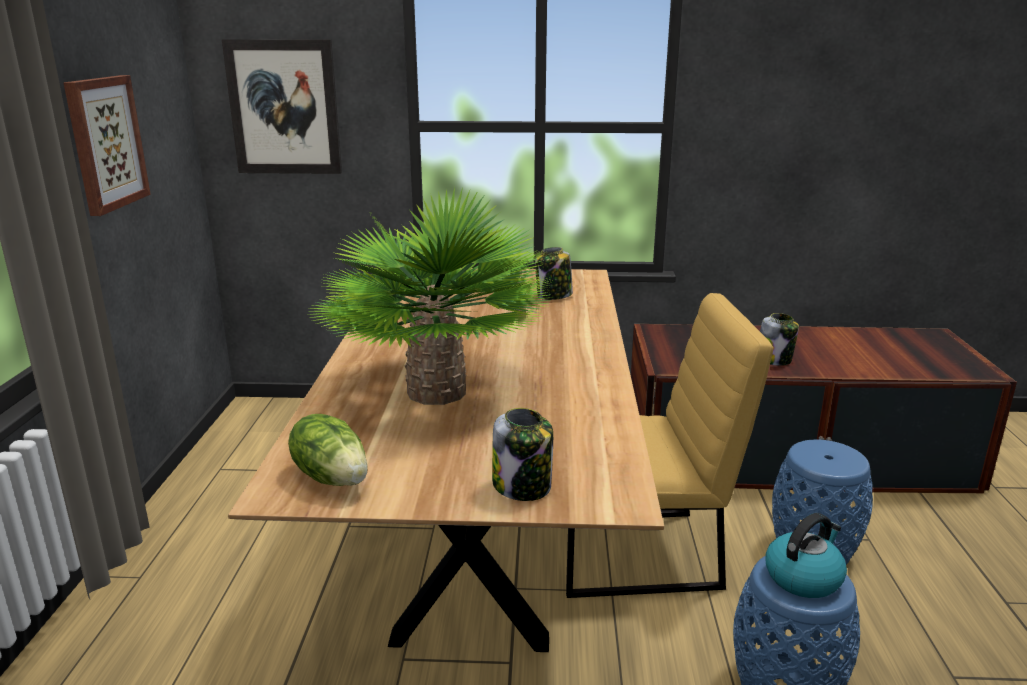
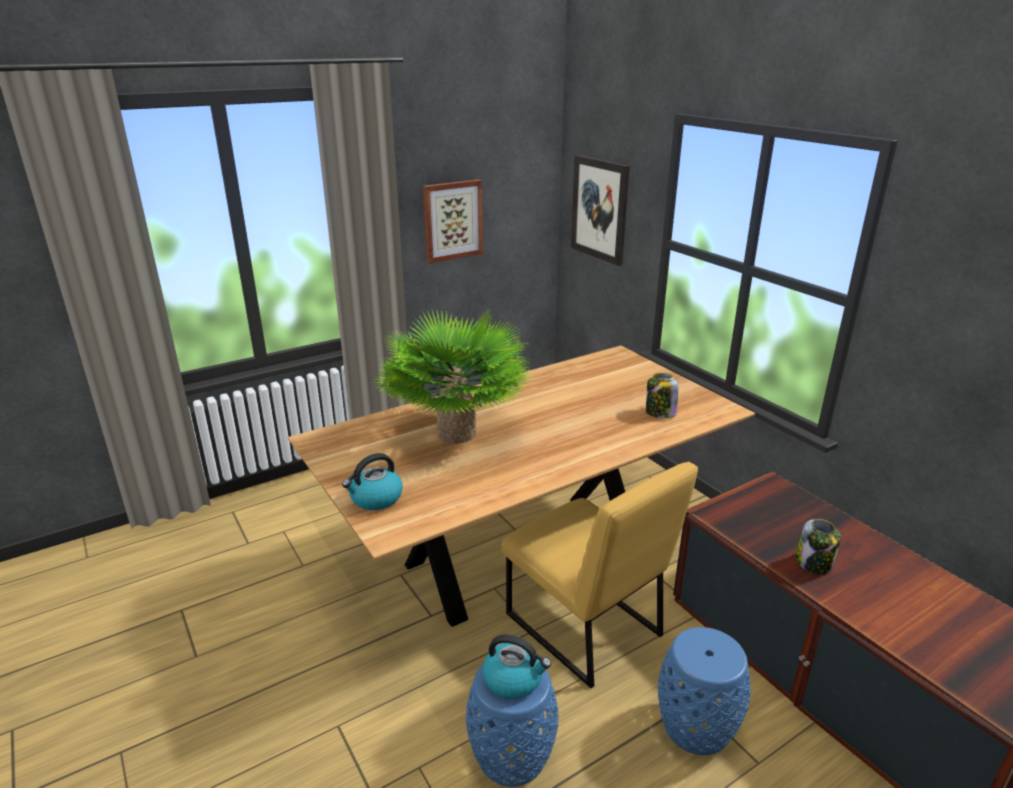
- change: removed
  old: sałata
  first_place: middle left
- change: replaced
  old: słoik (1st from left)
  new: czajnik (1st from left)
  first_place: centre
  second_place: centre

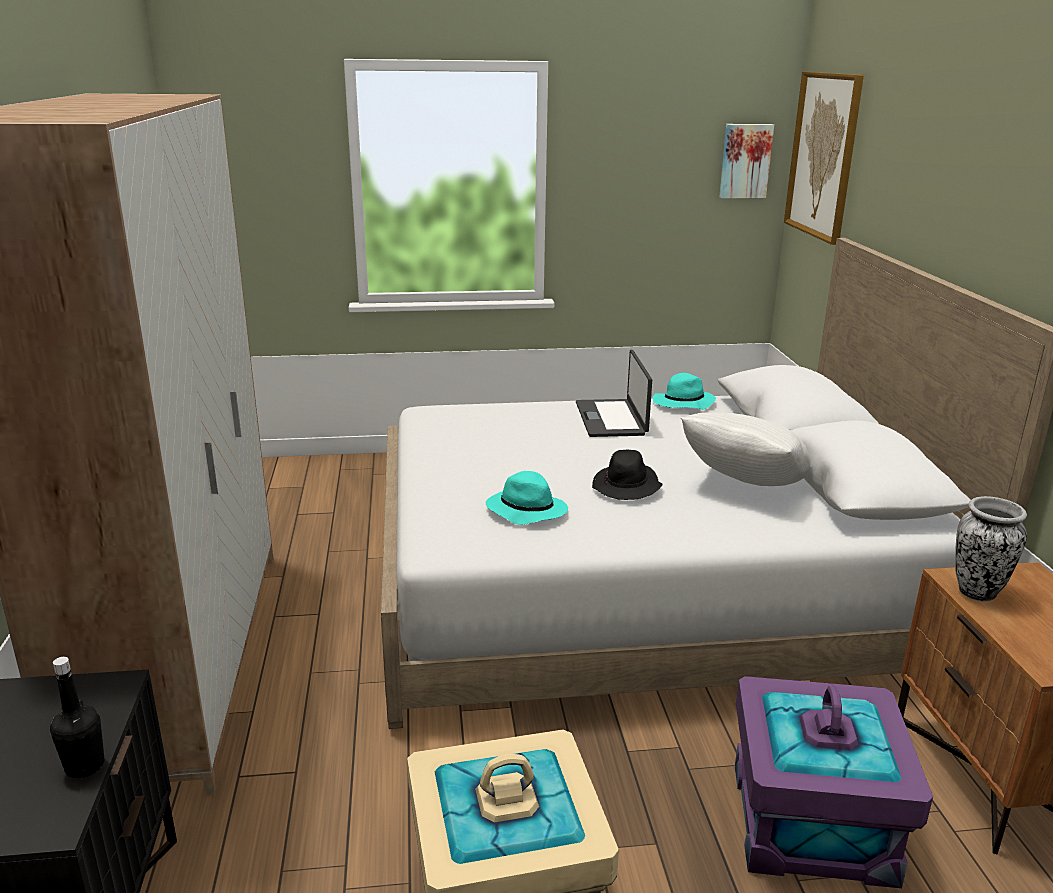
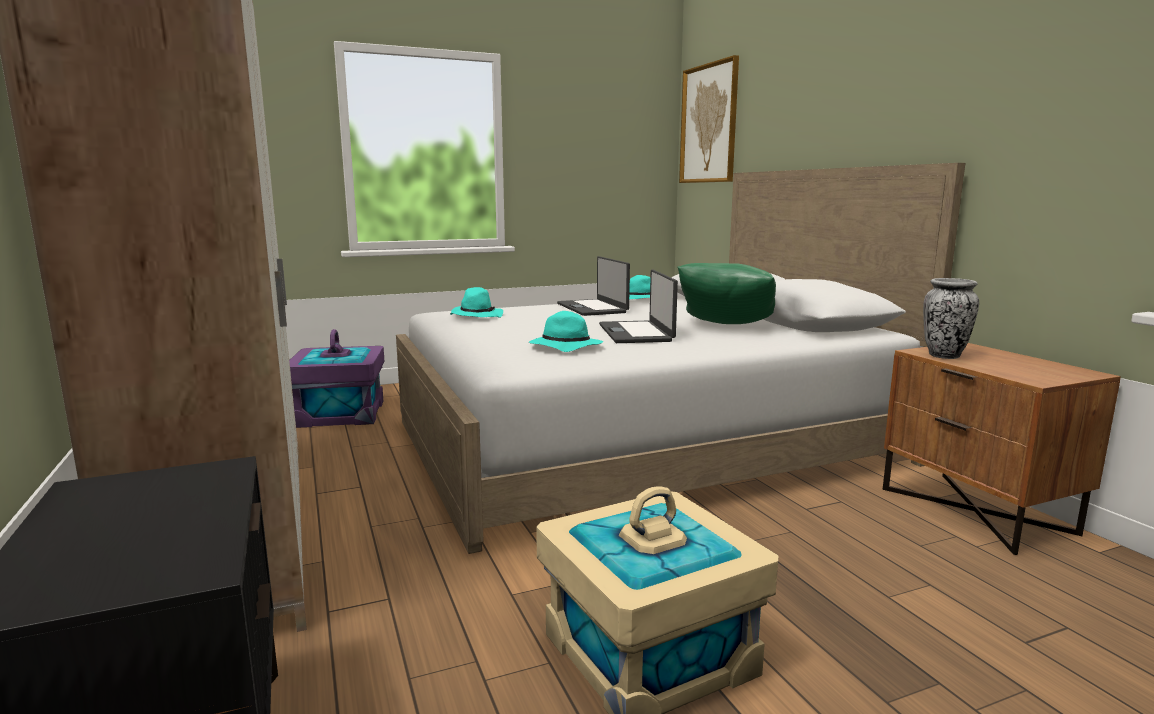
- change: removed
  old: butelka (czarny)
  first_place: bottom left
- change: replaced
  old: kapelusz (czarny)
  new: laptop (2nd from left)
  first_place: centre
  second_place: centre
- change: recoloured
  old: poduszka (biały)
  new: poduszka (zielony)
  first_place: middle right
  second_place: centre
- change: removed
  old: obraz (1st from left)
  first_place: top right
- change: moved
  old: pojemnik do przechowywania (fioletowy)
  first_place: bottom right
  second_place: middle left
- change: added
  new: kapelusz (turkusowy) (1st from left)
  second_place: centre

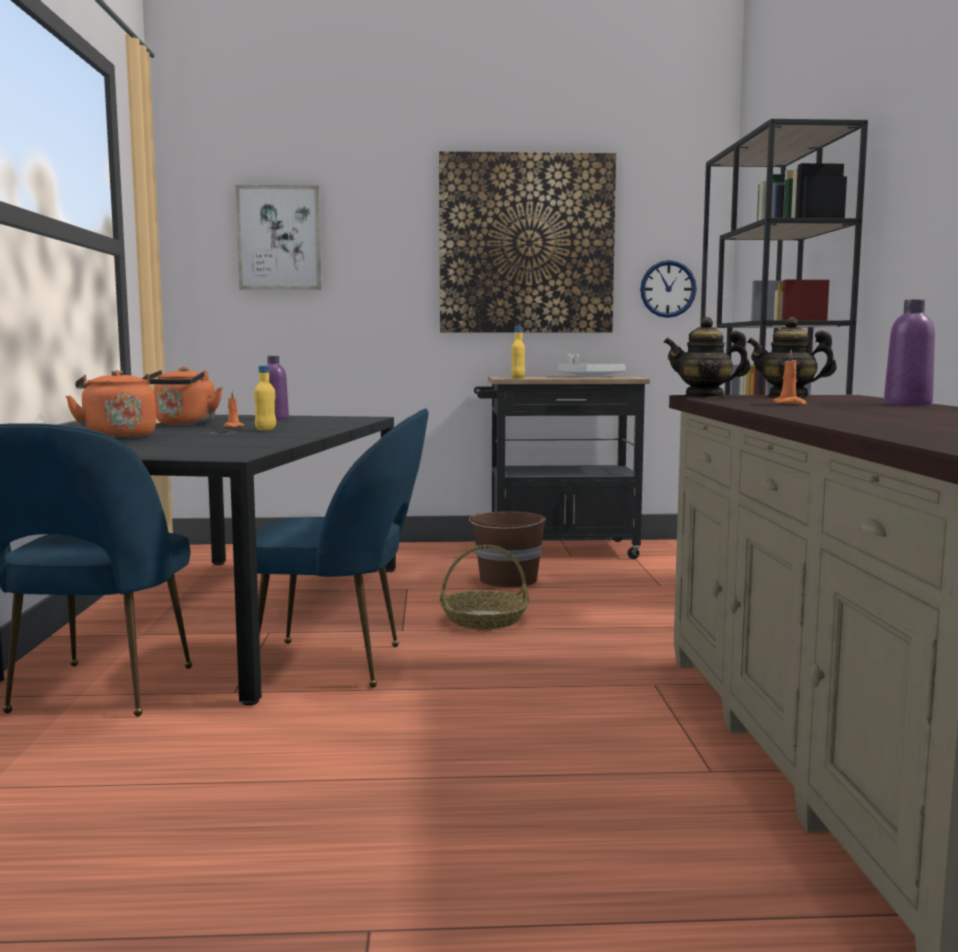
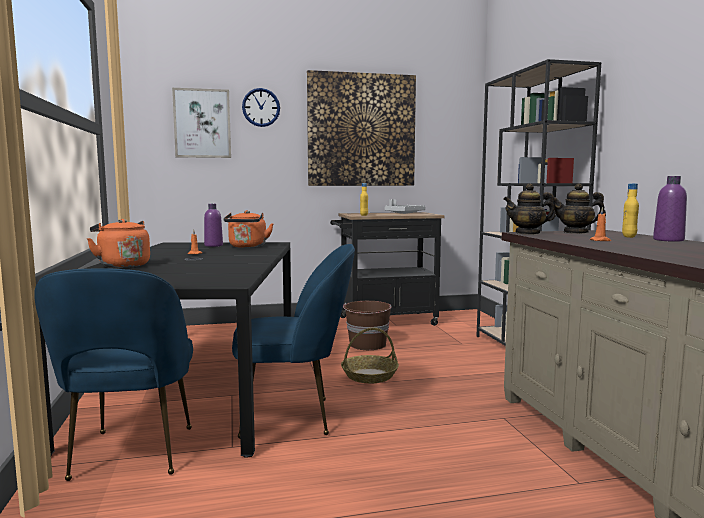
- change: moved
  old: czajnik (pomarańczowy) (2nd from left)
  first_place: middle left
  second_place: centre
- change: moved
  old: butelka (żółty) (1st from left in the first image)
  new: butelka (żółty) (2nd from left)
  first_place: middle left
  second_place: middle right
- change: moved
  old: zegar ścienny
  first_place: top right
  second_place: top centre

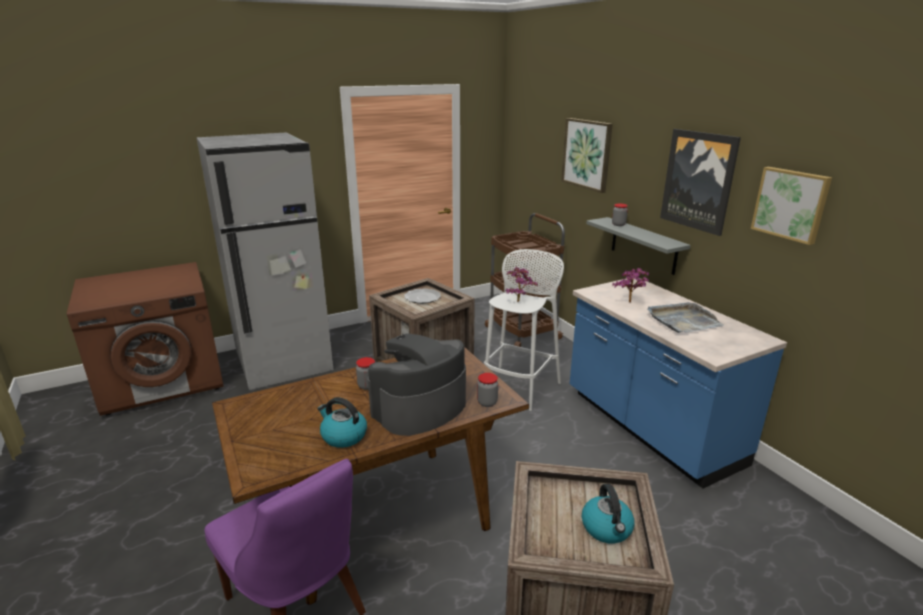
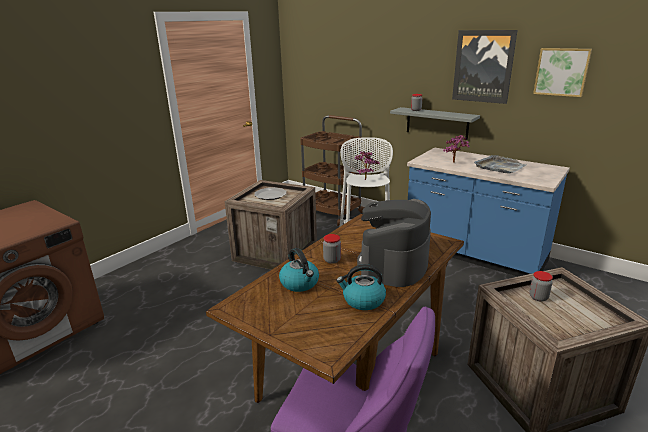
- change: removed
  old: lodówka (szary)
  first_place: middle left
- change: moved
  old: słoik (2nd from left in the first image)
  new: słoik (3rd from left)
  first_place: centre
  second_place: middle right
- change: removed
  old: obraz (1st from left)
  first_place: top centre
- change: moved
  old: czajnik (2nd from left in the first image)
  new: czajnik (1st from left)
  first_place: bottom centre
  second_place: centre

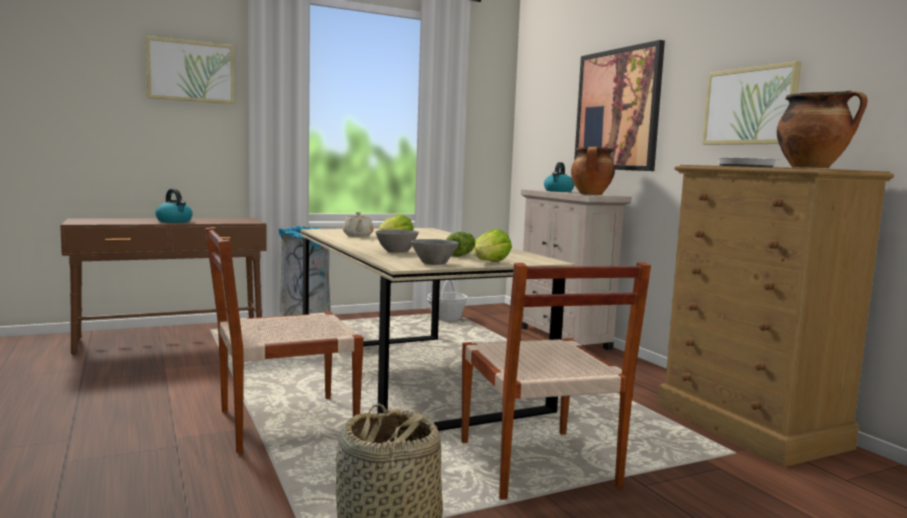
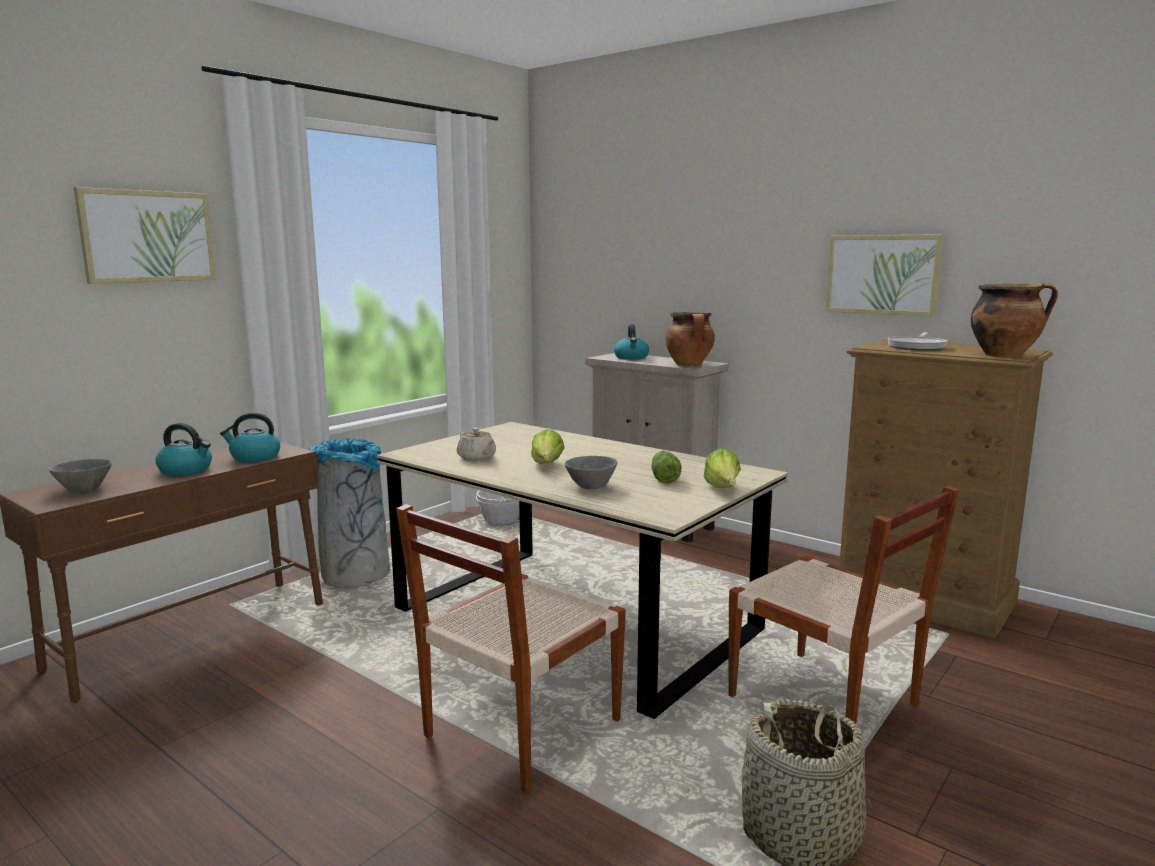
- change: moved
  old: miska (szary) (2nd from left in the first image)
  new: miska (szary) (1st from left)
  first_place: centre
  second_place: middle left
- change: removed
  old: obraz (2nd from left)
  first_place: top right
- change: added
  new: czajnik (2nd from left)
  second_place: middle left

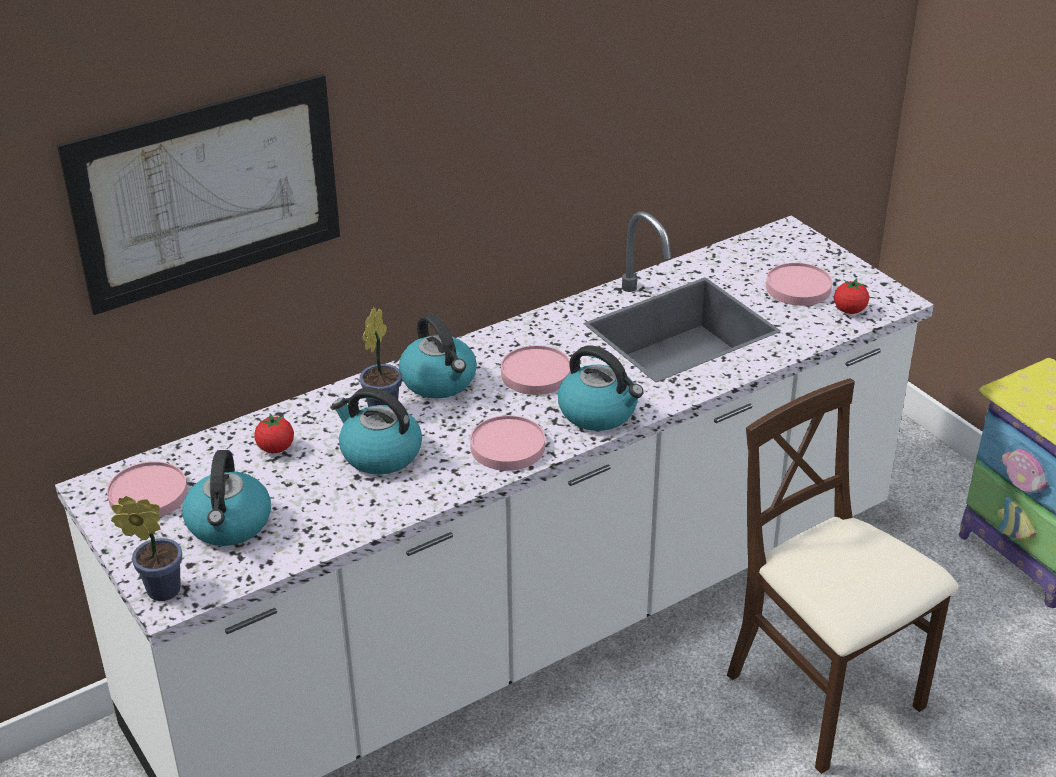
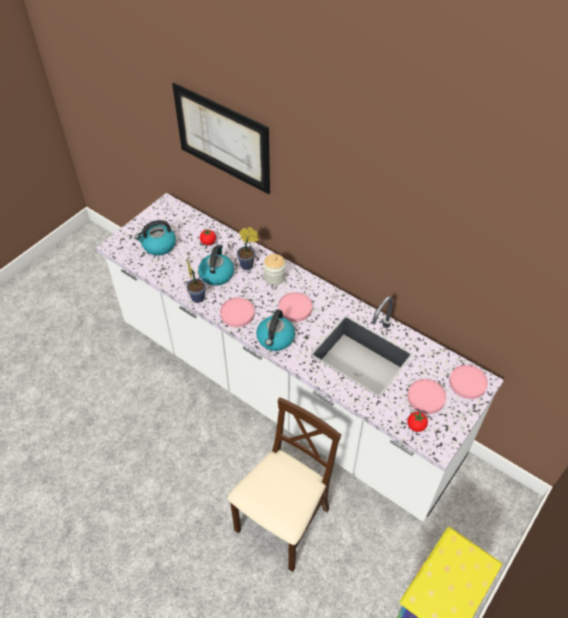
- change: moved
  old: talerz (różowy) (1st from left in the first image)
  new: talerz (różowy) (4th from left)
  first_place: middle left
  second_place: middle right
- change: moved
  old: roślina doniczkowa (1st from left)
  first_place: bottom left
  second_place: centre
- change: replaced
  old: czajnik (3rd from left)
  new: słoik
  first_place: centre
  second_place: centre

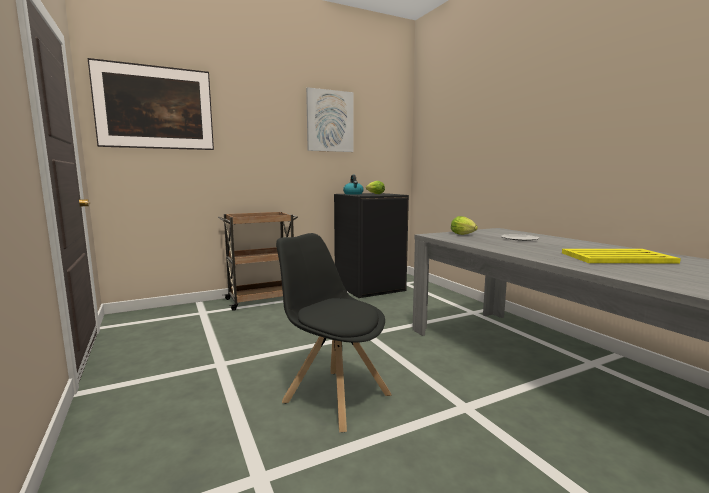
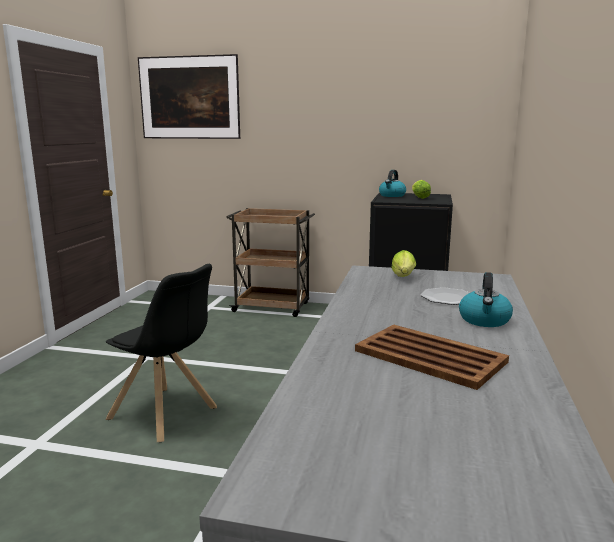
- change: turned
  old: krzesło (czarny)
  first_place: bottom centre
  second_place: middle left
  degrees: 135
- change: removed
  old: obraz (2nd from left)
  first_place: top centre
- change: recoloured
  old: taca (żółty)
  new: taca (brązowy)
  first_place: middle right
  second_place: middle right
- change: added
  new: czajnik (2nd from left)
  second_place: middle right

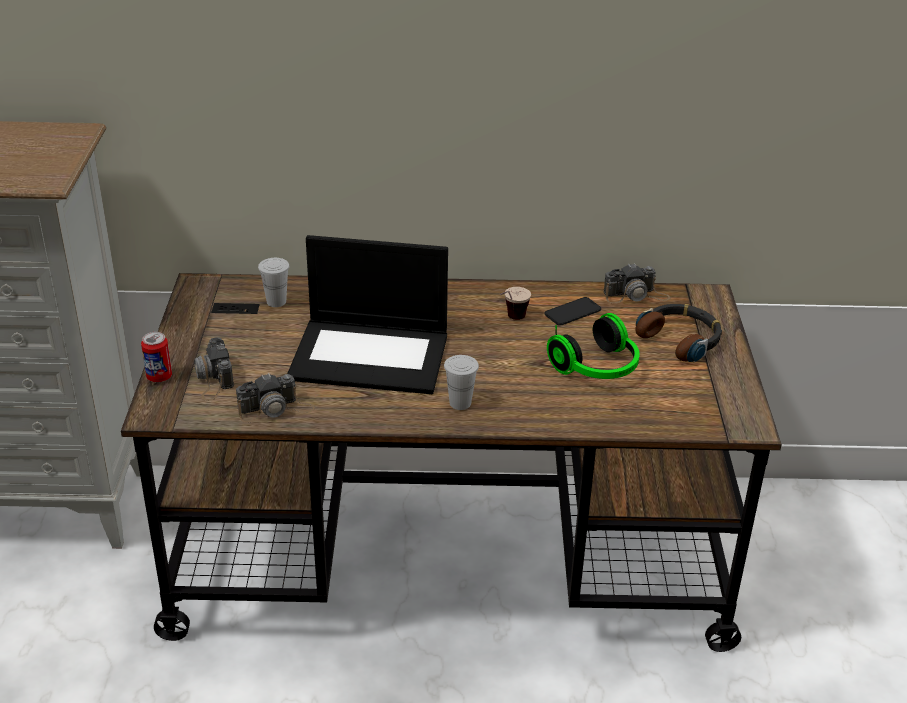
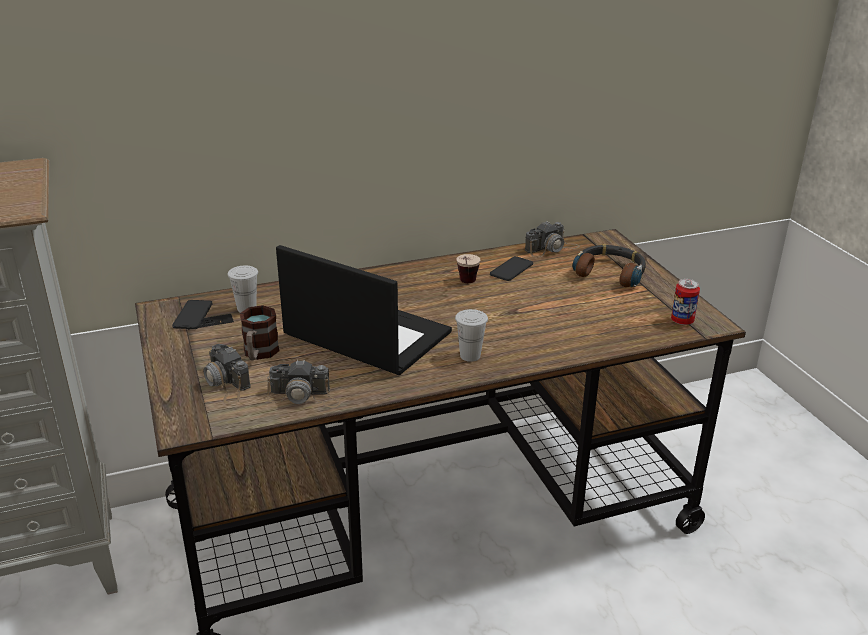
- change: moved
  old: puszka
  first_place: middle left
  second_place: middle right
- change: turned
  old: aparat fotograficzny (2nd from left)
  first_place: middle left
  second_place: centre
  degrees: 45
- change: turned
  old: laptop
  first_place: centre
  second_place: centre
  degrees: -135
- change: removed
  old: słuchawki (1st from left)
  first_place: centre
- change: added
  new: telefon (1st from left)
  second_place: middle left
- change: added
  new: kubek
  second_place: middle left

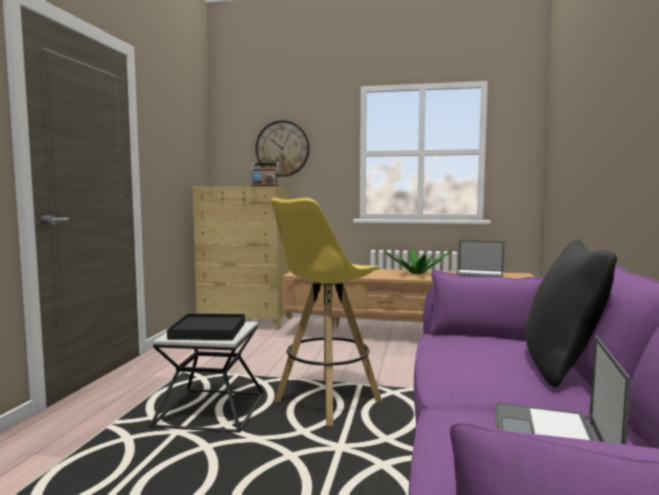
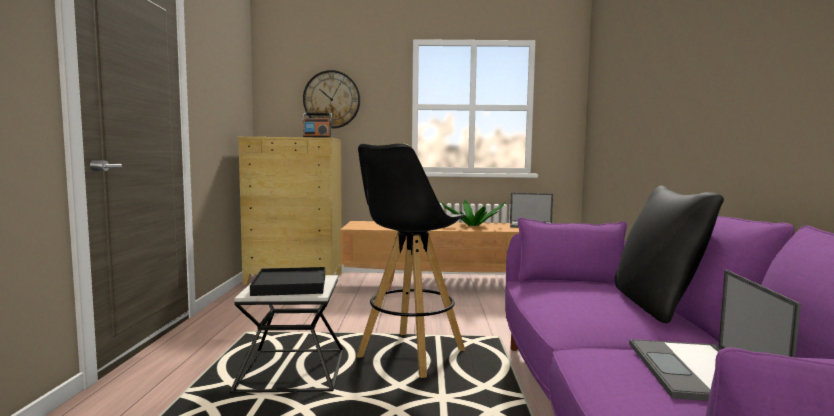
- change: recoloured
  old: stołek (żółty)
  new: stołek (czarny)
  first_place: centre
  second_place: centre

